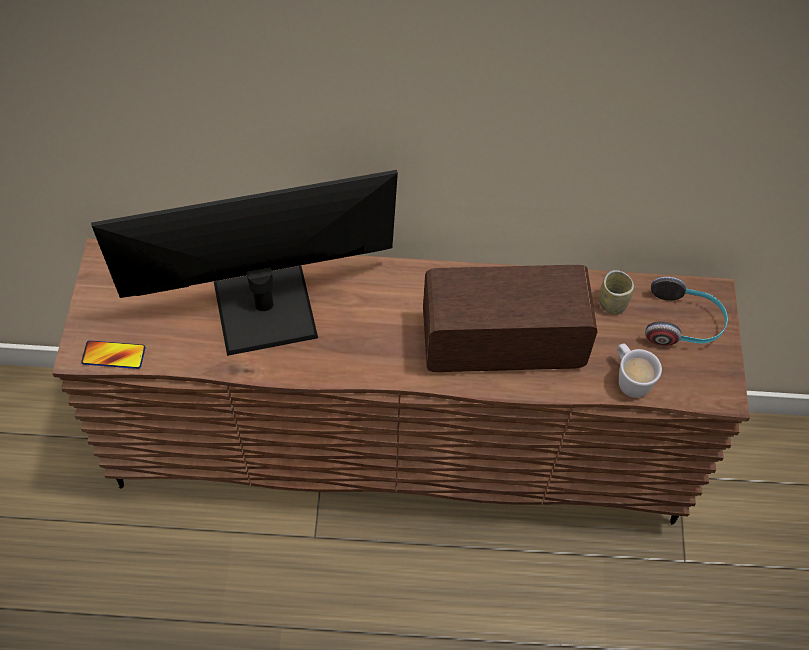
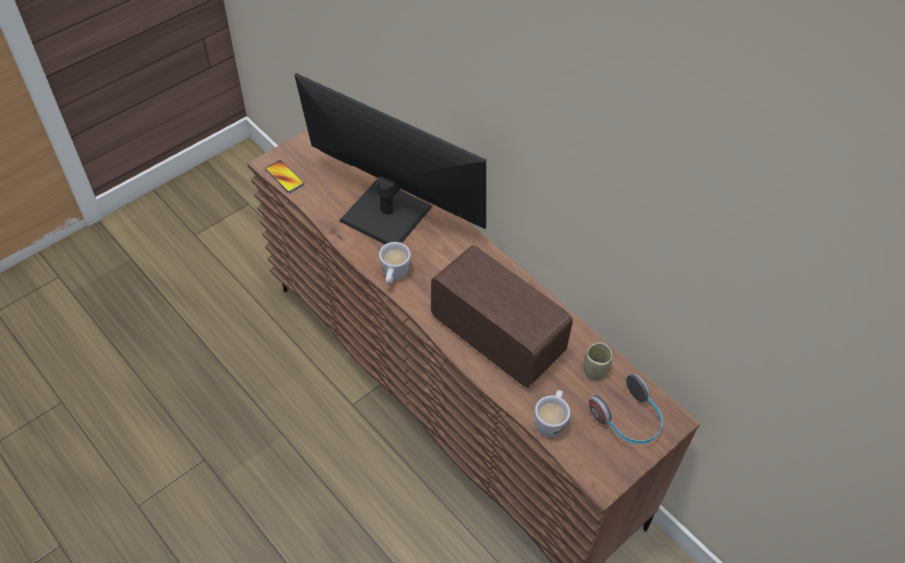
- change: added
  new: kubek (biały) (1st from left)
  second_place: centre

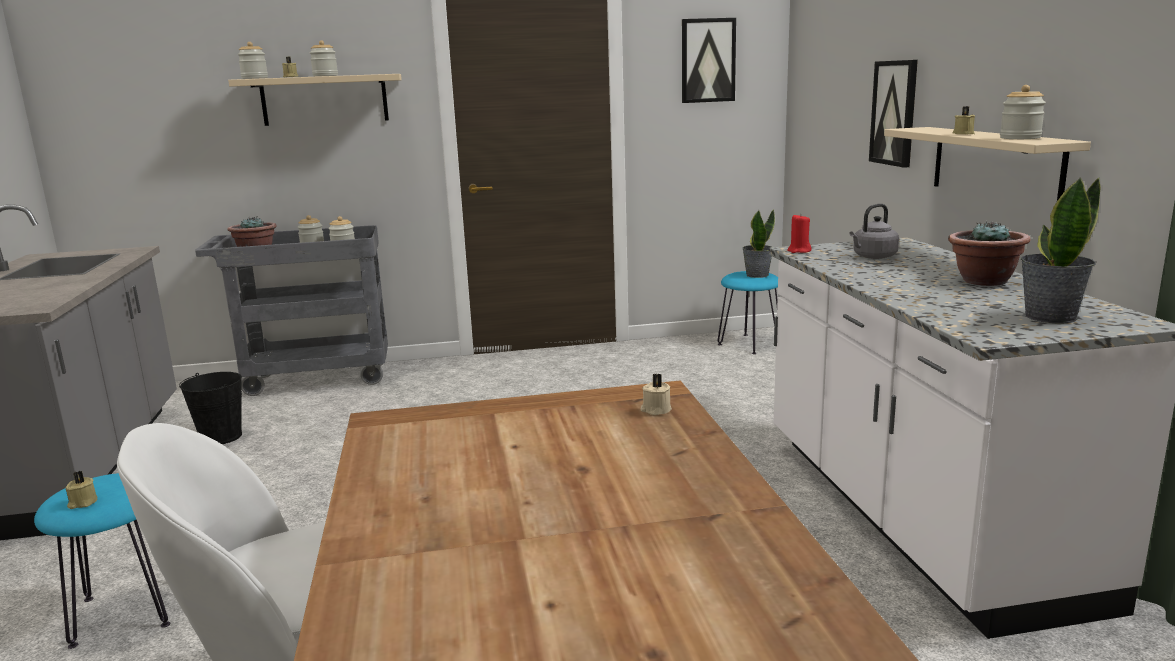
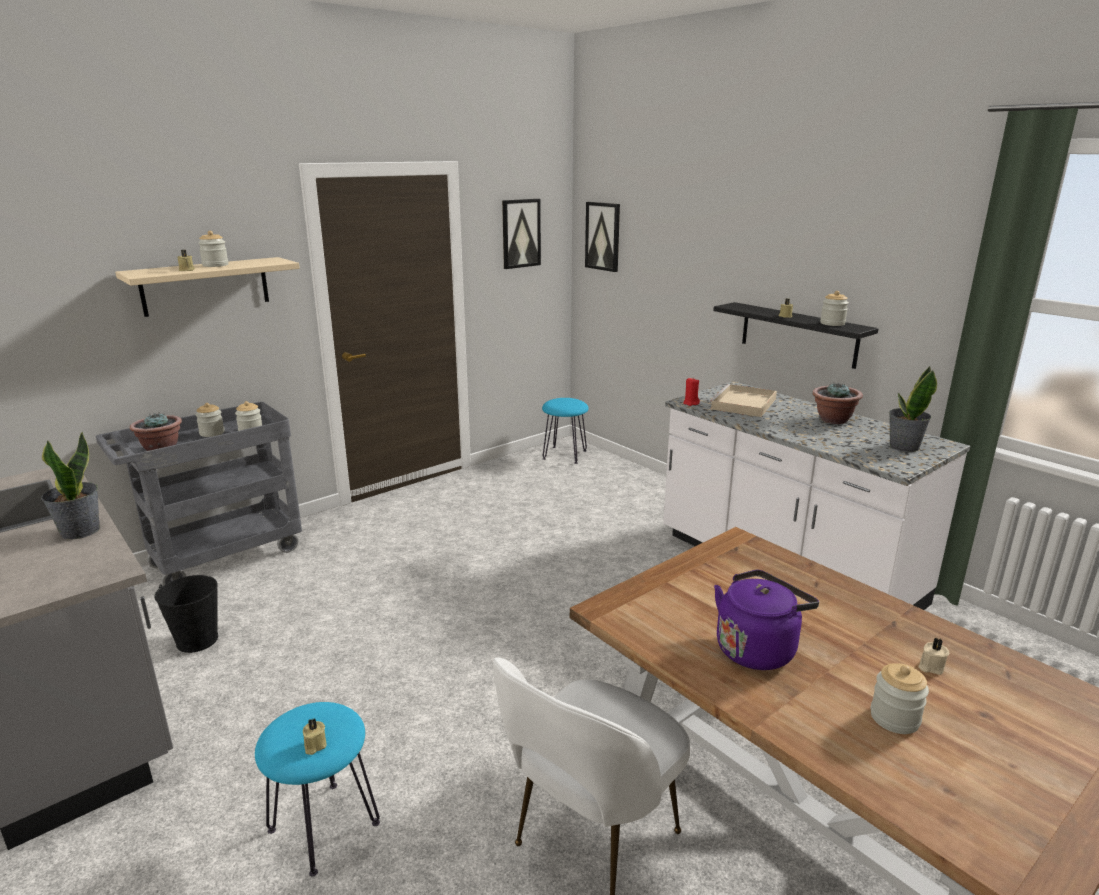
- change: moved
  old: słoik (1st from left in the first image)
  new: słoik (5th from left)
  first_place: top left
  second_place: bottom right
- change: moved
  old: świeca (beżowy) (3rd from left in the first image)
  new: świeca (beżowy) (4th from left)
  first_place: centre
  second_place: bottom right
- change: moved
  old: roślina doniczkowa (2nd from left in the first image)
  new: roślina doniczkowa (1st from left)
  first_place: centre
  second_place: middle left
- change: replaced
  old: czajnik (szary)
  new: taca (beżowy)
  first_place: middle right
  second_place: middle right
- change: moved
  old: obraz (2nd from left)
  first_place: top right
  second_place: top centre
- change: recoloured
  old: półka (beżowy) (2nd from left)
  new: półka (czarny)
  first_place: top right
  second_place: middle right
- change: added
  new: czajnik (fioletowy)
  second_place: bottom right

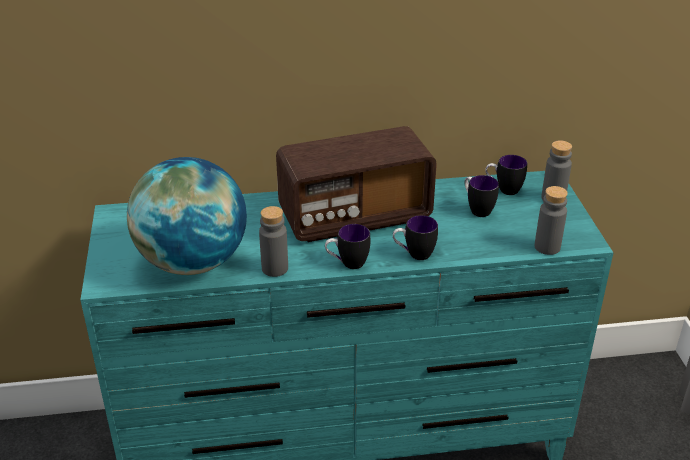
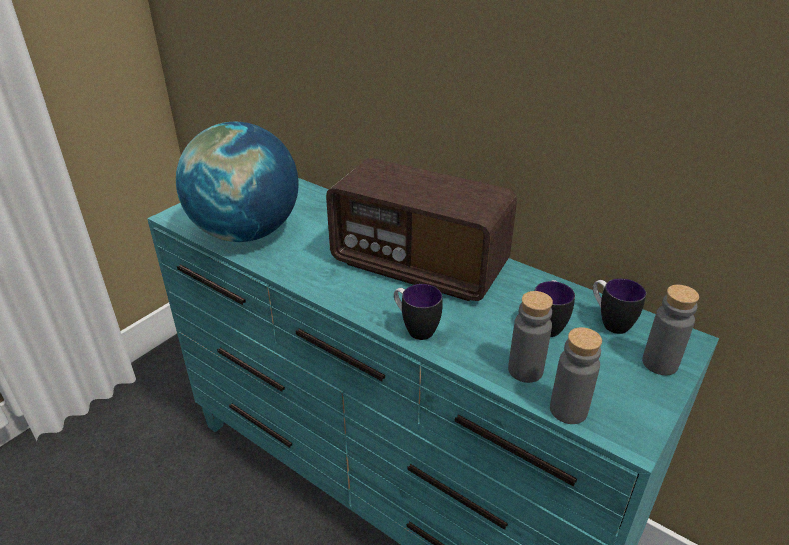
- change: moved
  old: butelka (szary) (1st from left)
  first_place: centre
  second_place: middle right
- change: removed
  old: kubek (1st from left)
  first_place: centre

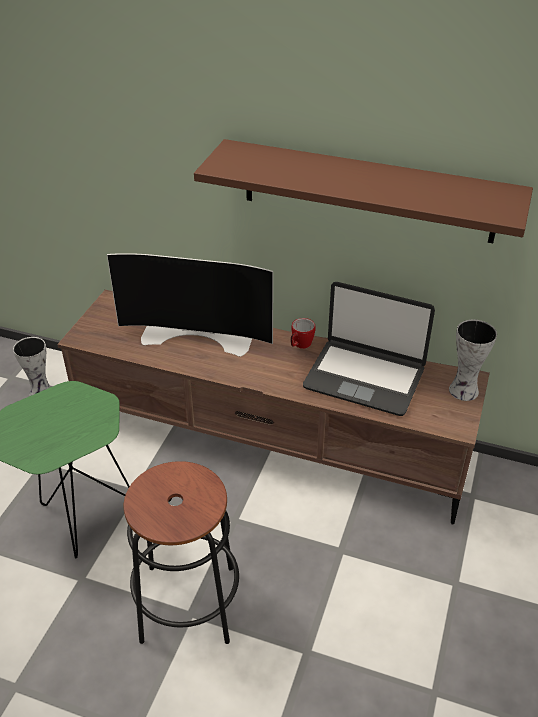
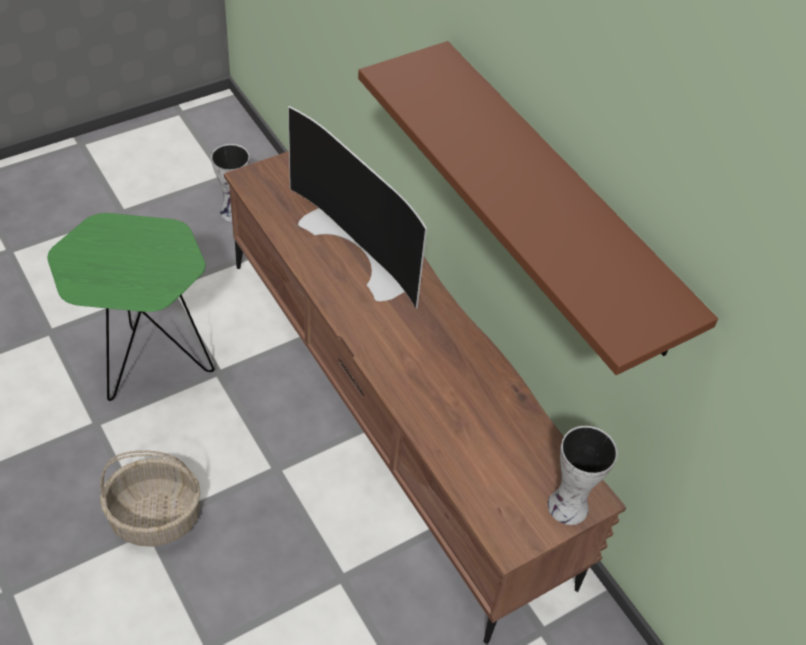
- change: replaced
  old: stołek (czarny)
  new: koszyk
  first_place: bottom centre
  second_place: bottom left
- change: removed
  old: kubek
  first_place: centre
- change: removed
  old: laptop
  first_place: middle right

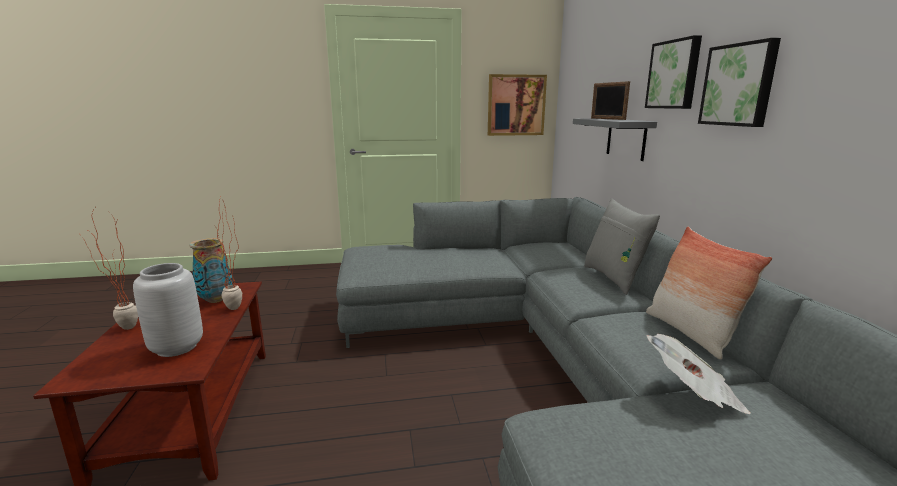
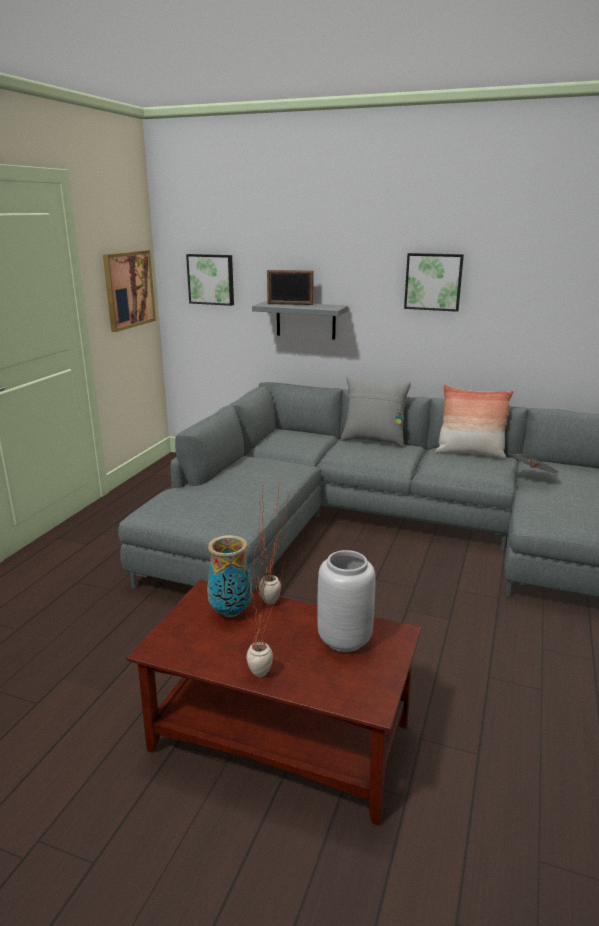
- change: moved
  old: obraz (2nd from left)
  first_place: top right
  second_place: top centre

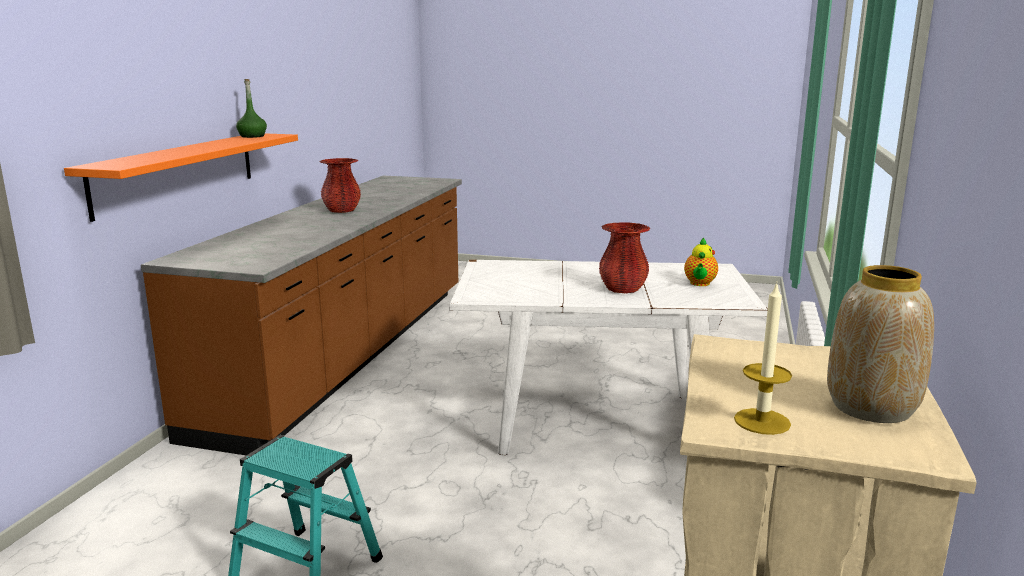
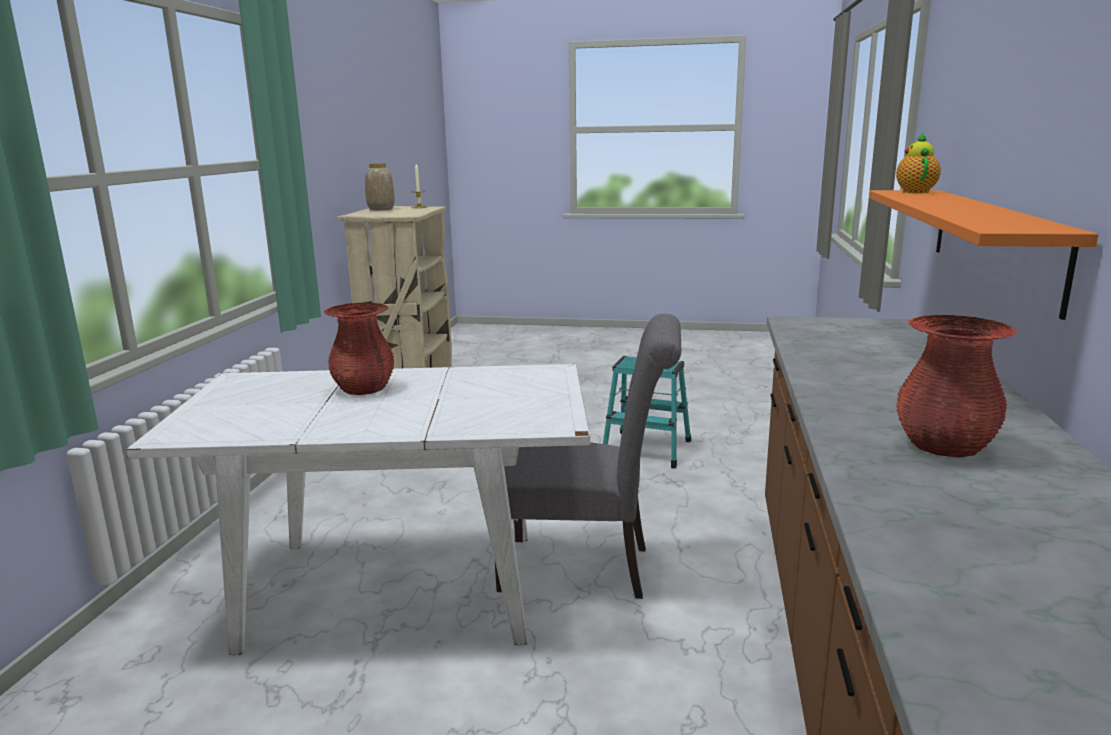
- change: removed
  old: butelka (zielony)
  first_place: top left
- change: moved
  old: imbryk
  first_place: middle right
  second_place: top right
- change: added
  new: krzesło (szary)
  second_place: centre

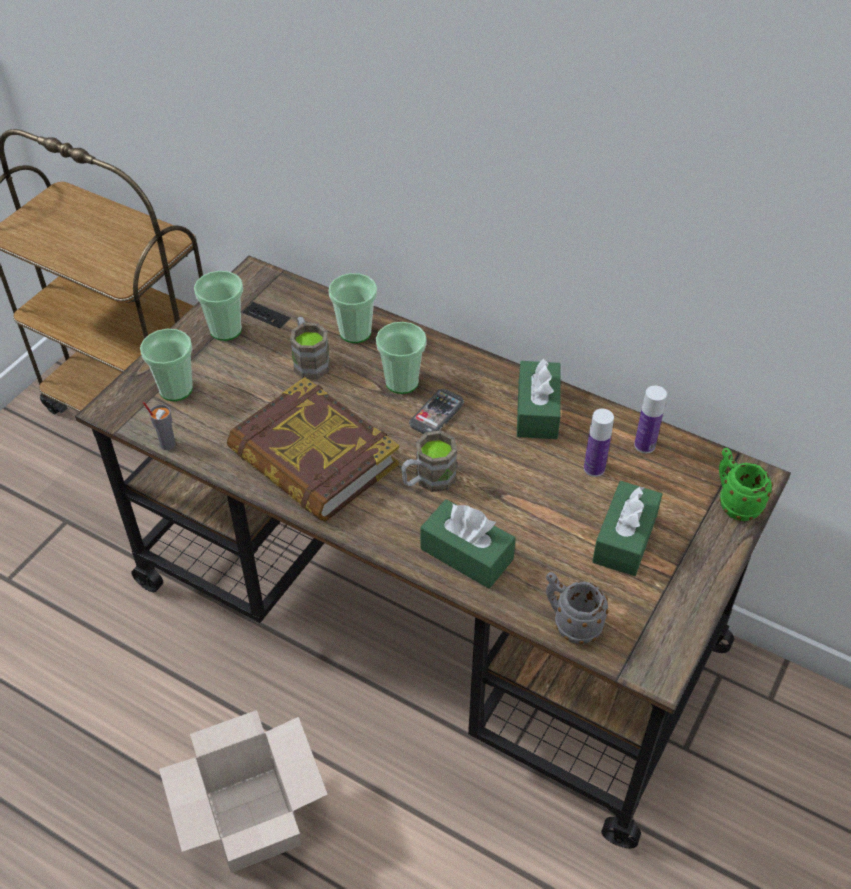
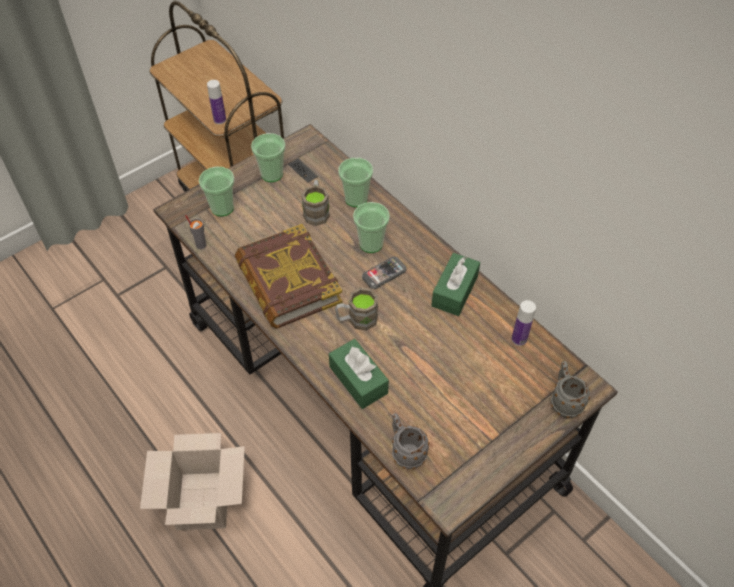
- change: moved
  old: butelka (1st from left)
  first_place: middle right
  second_place: top left
- change: removed
  old: pudełko chusteczek (zielony) (3rd from left)
  first_place: middle right
- change: recoloured
  old: kubek (zielony)
  new: kubek (szary) (2nd from left)
  first_place: middle right
  second_place: middle right

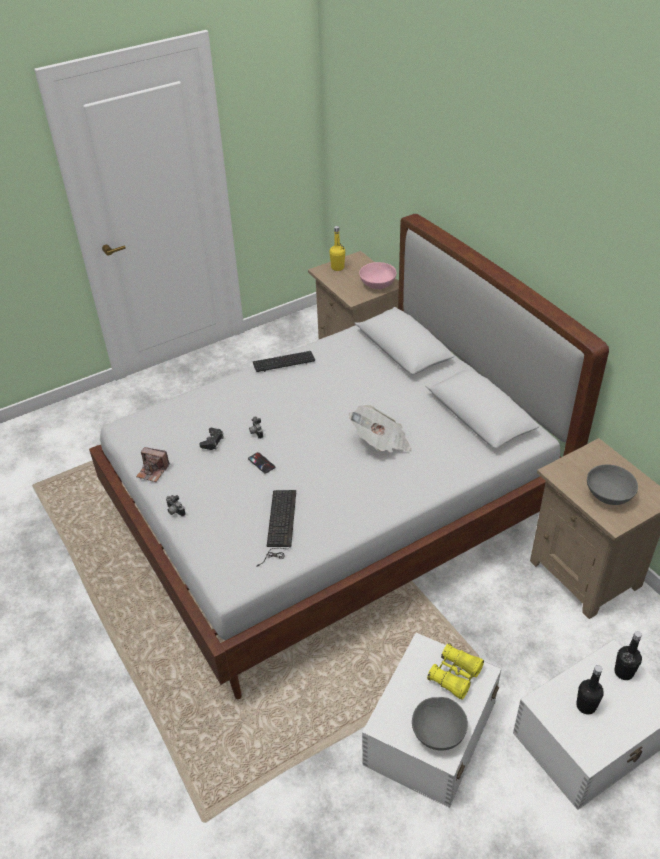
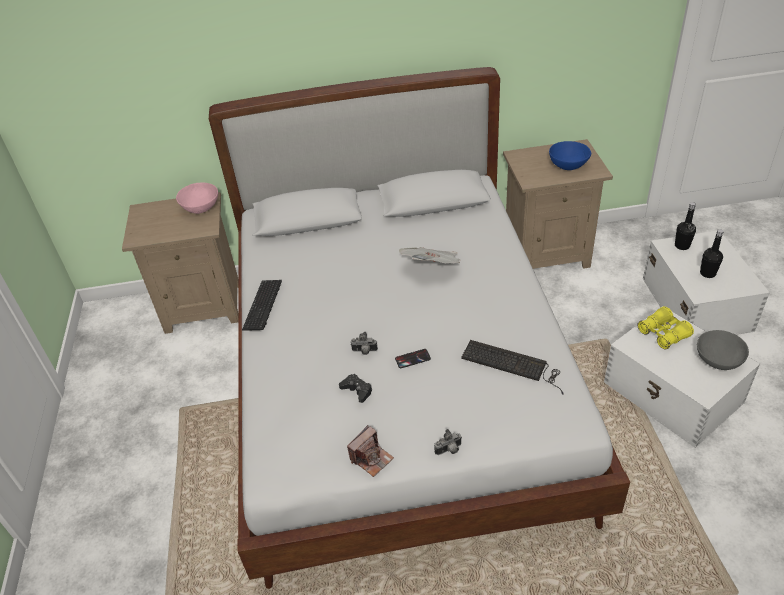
- change: removed
  old: butelka (żółty)
  first_place: top centre
- change: recoloured
  old: miska (szary) (2nd from left)
  new: miska (niebieski)
  first_place: middle right
  second_place: top right

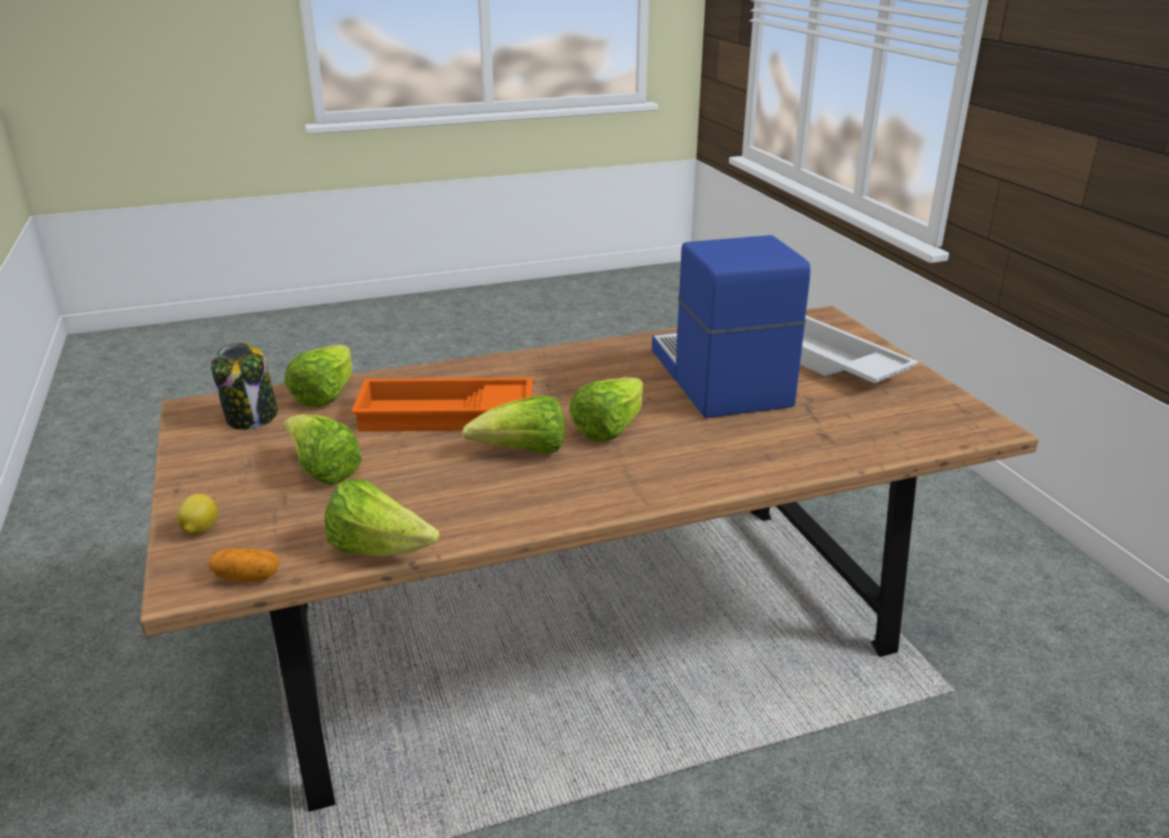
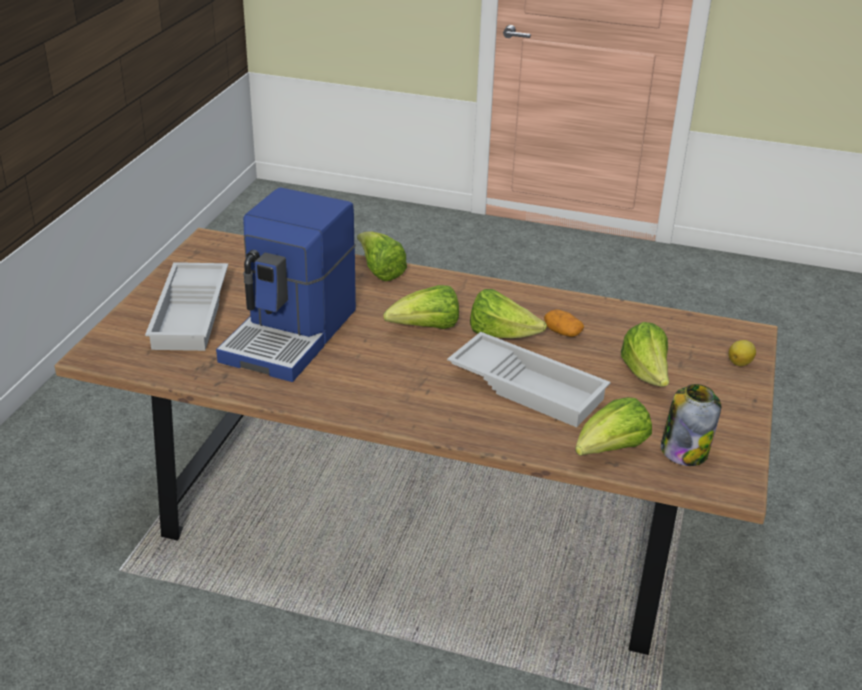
- change: moved
  old: ziemniak
  first_place: bottom left
  second_place: centre
- change: moved
  old: sałata (3rd from left in the first image)
  new: sałata (1st from left)
  first_place: middle left
  second_place: centre
- change: recoloured
  old: taca (pomarańczowy)
  new: taca (biały) (2nd from left)
  first_place: centre
  second_place: centre

